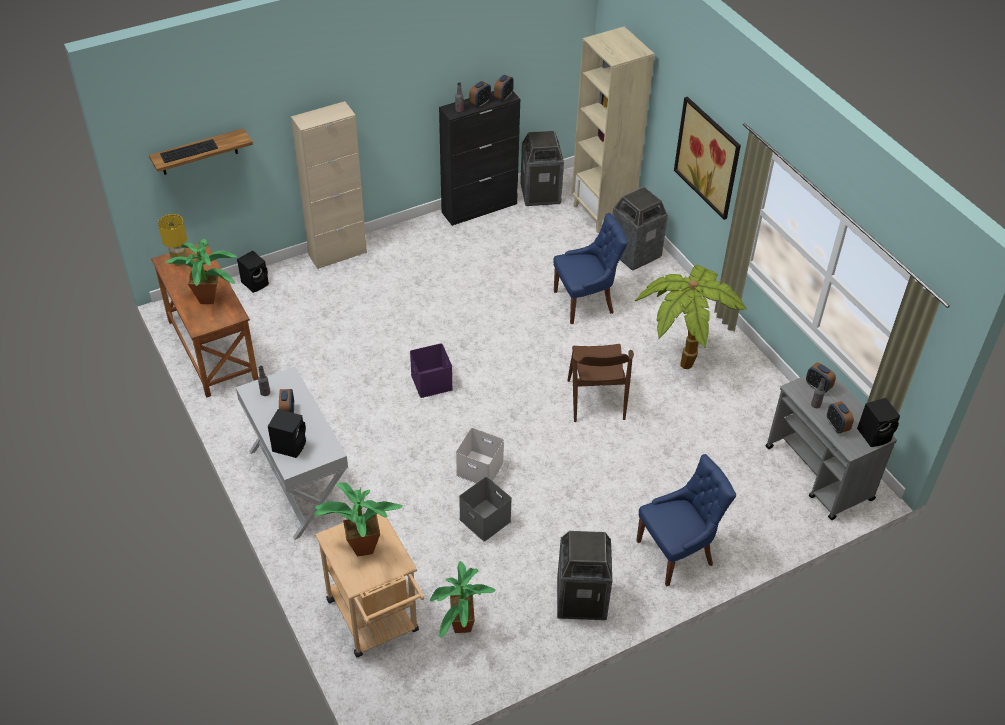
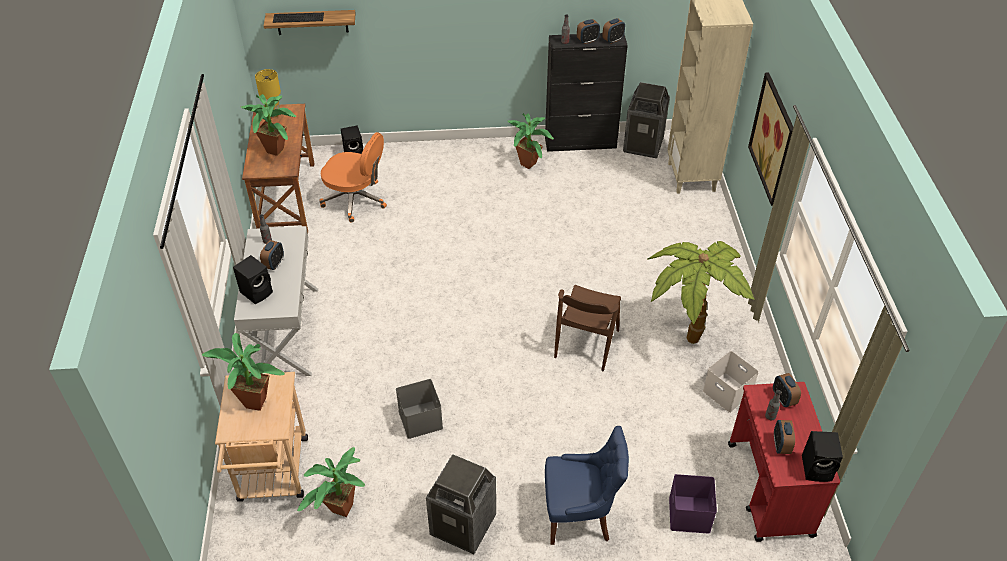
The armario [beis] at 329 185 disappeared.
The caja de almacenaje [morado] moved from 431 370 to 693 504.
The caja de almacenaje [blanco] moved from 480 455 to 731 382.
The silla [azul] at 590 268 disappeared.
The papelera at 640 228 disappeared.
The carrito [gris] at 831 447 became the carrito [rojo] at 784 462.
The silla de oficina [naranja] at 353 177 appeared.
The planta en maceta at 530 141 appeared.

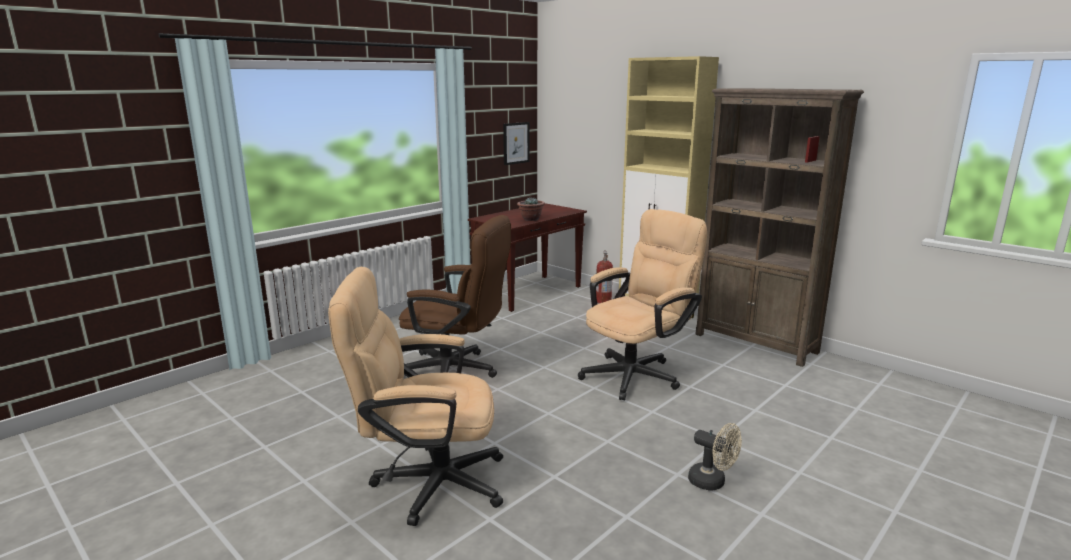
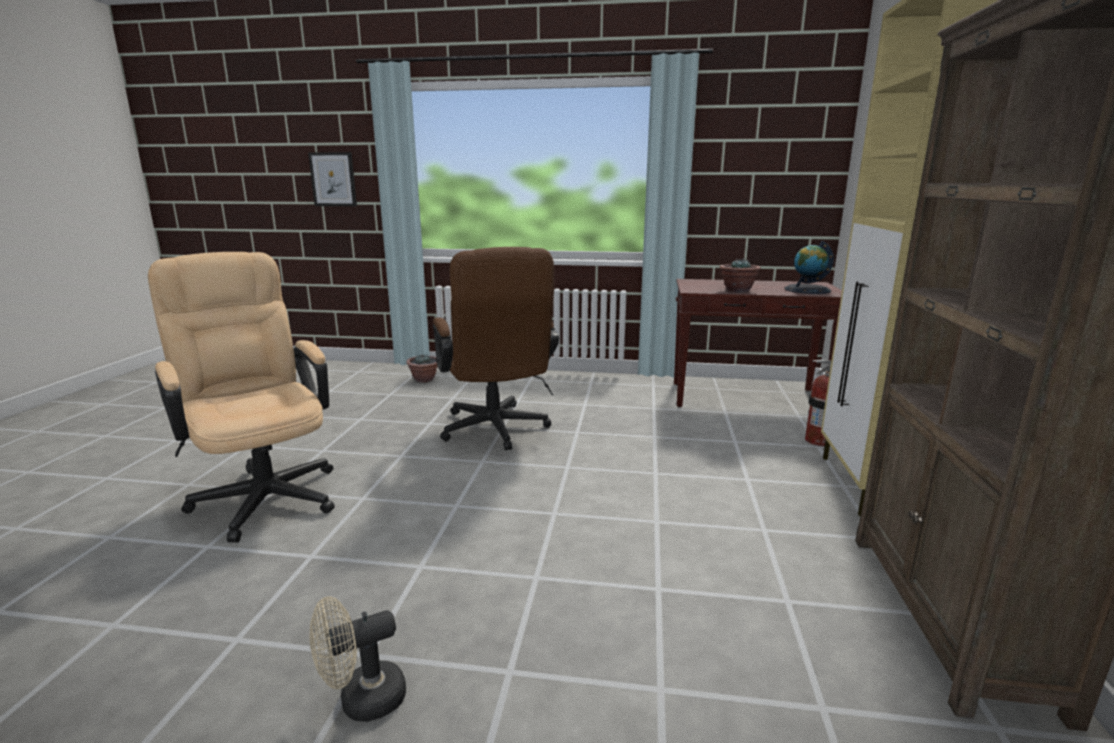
The cuadro moved from 516 143 to 332 179.
The silla de oficina [beis] at 642 304 disappeared.
The ventilador [beis] at 715 457 turned 60 degrees clockwise.
The planta en maceta at 422 368 appeared.
The globo terráqueo at 809 267 appeared.

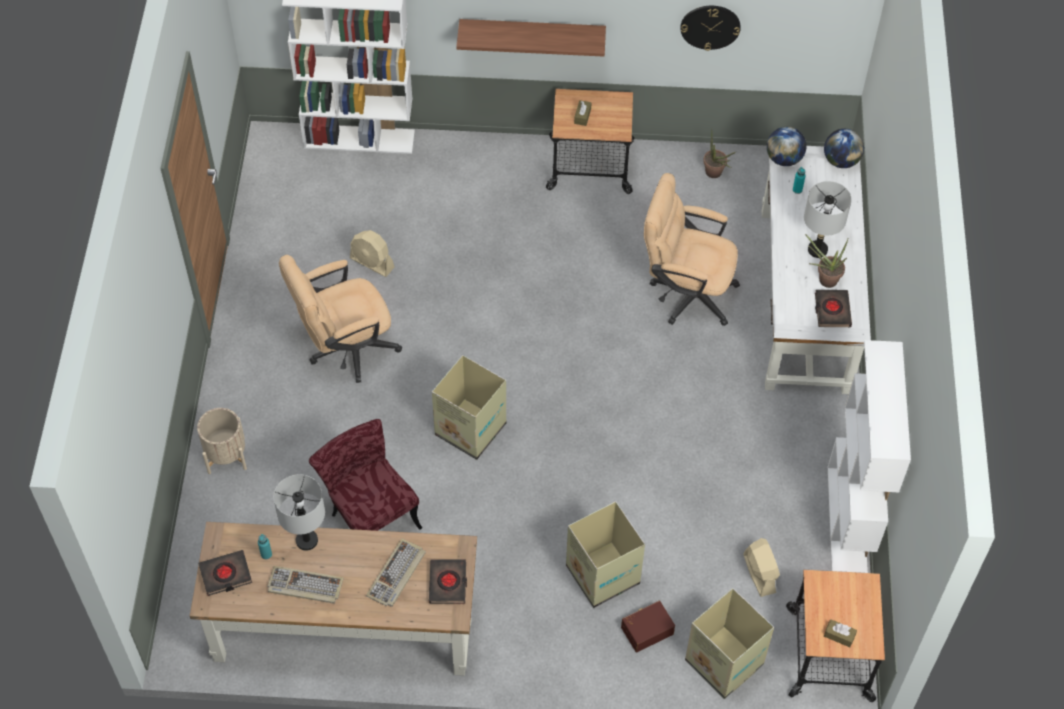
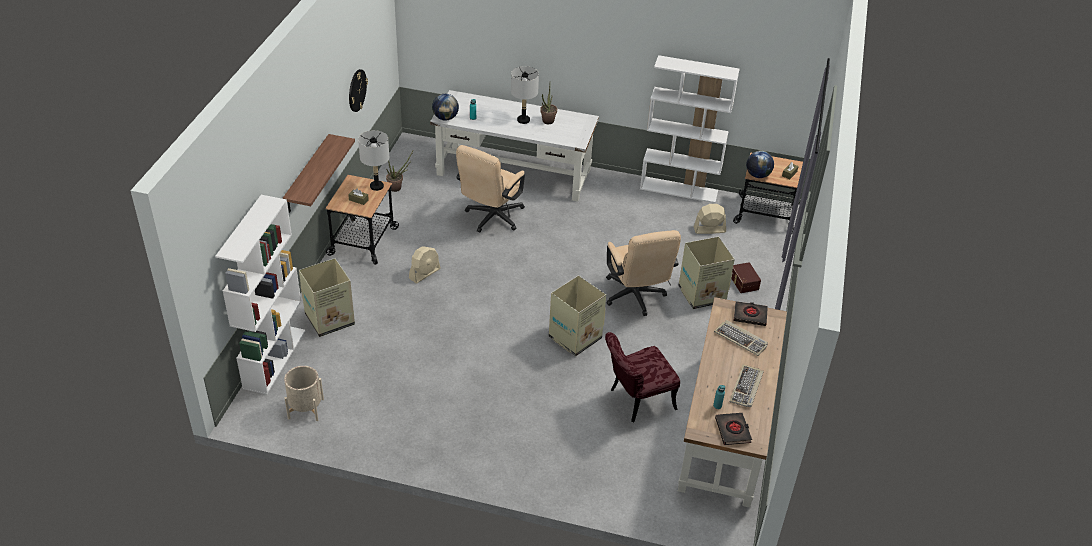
The maceta [beis] moved from 222 441 to 304 393.
The lámpara de mesa [gris] moved from 299 512 to 373 160.
The silla de oficina [beis] moved from 340 319 to 643 273.
The ventilador [beis] moved from 372 253 to 424 265.
The caja de cartón moved from 729 643 to 327 297.
The libro [negro] at 833 308 disappeared.
The globo terráqueo moved from 844 148 to 760 164.

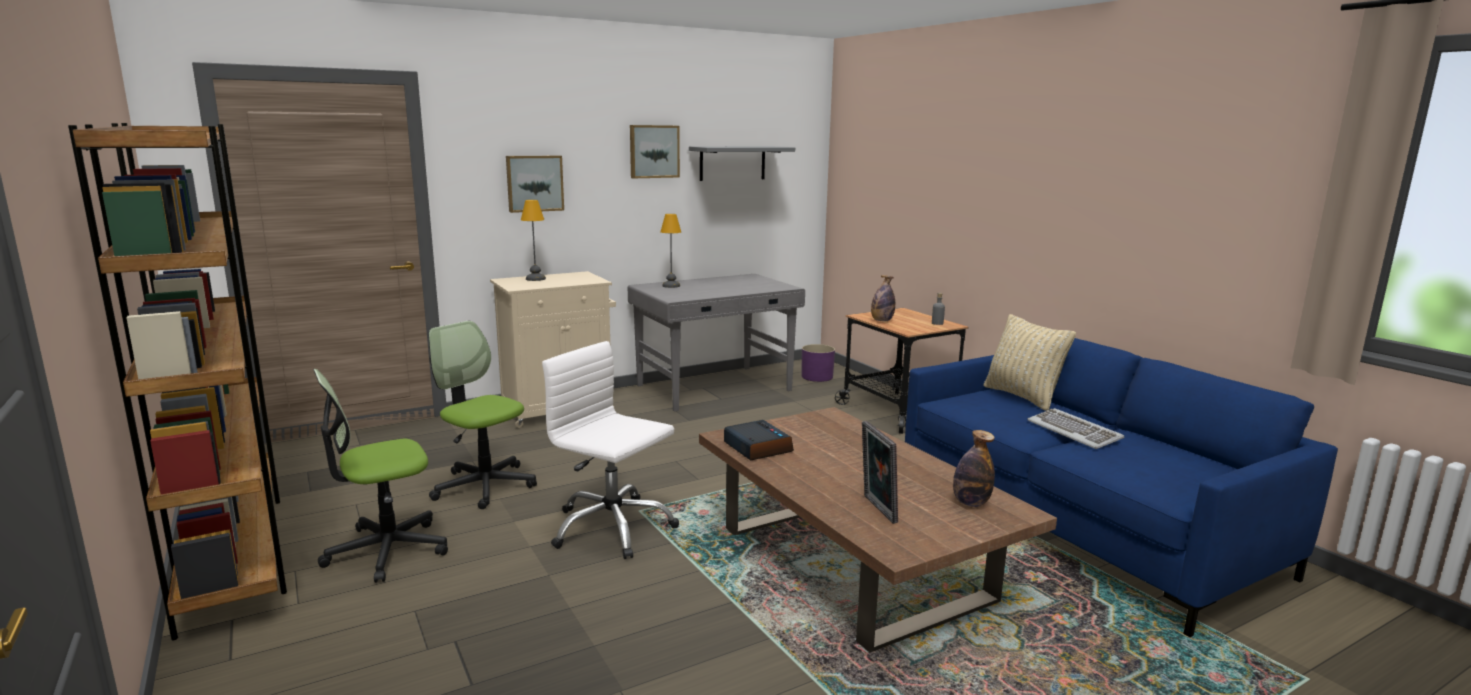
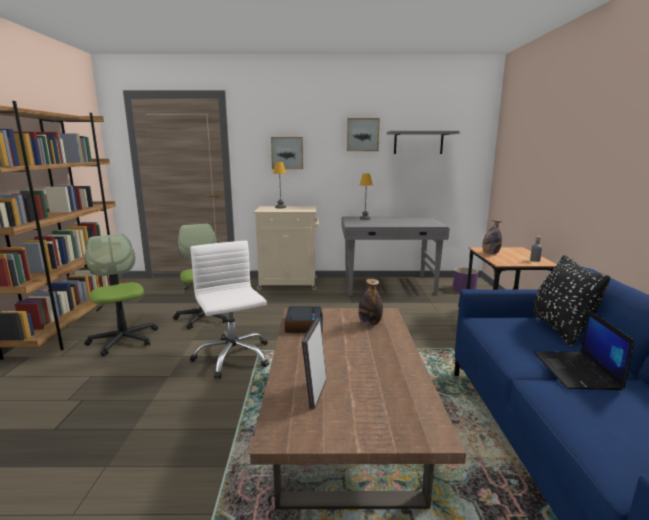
The silla de oficina at 380 476 turned 60 degrees clockwise.
The botella moved from 974 468 to 370 302.
The cojín [beis] at 1029 362 became the cojín [negro] at 571 300.
The teclado at 1075 428 was replaced by the portátil at 584 350.

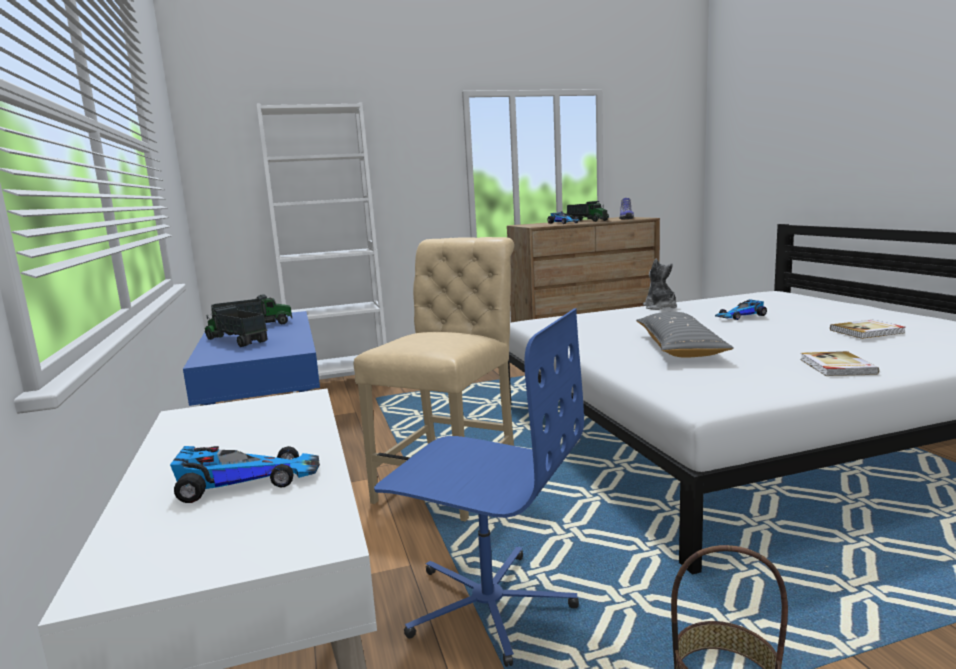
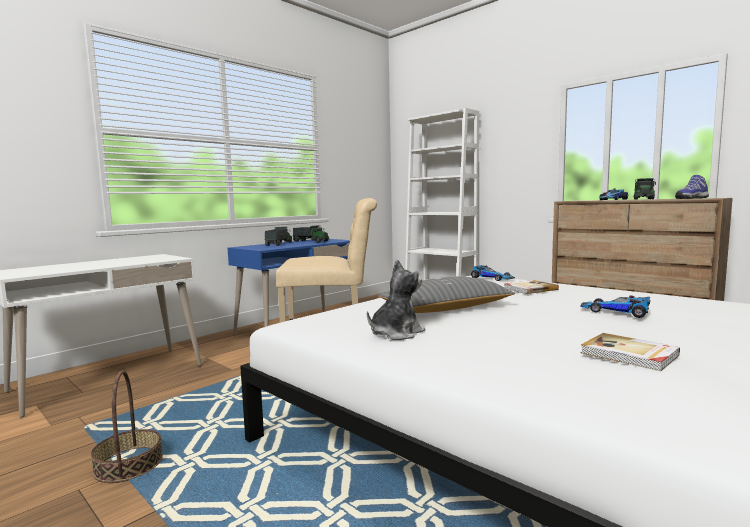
The coche de juguete moved from 245 474 to 493 273.
The silla de oficina [azul] at 479 488 disappeared.
The peluche moved from 660 284 to 396 299.
The libro moved from 839 363 to 531 287.

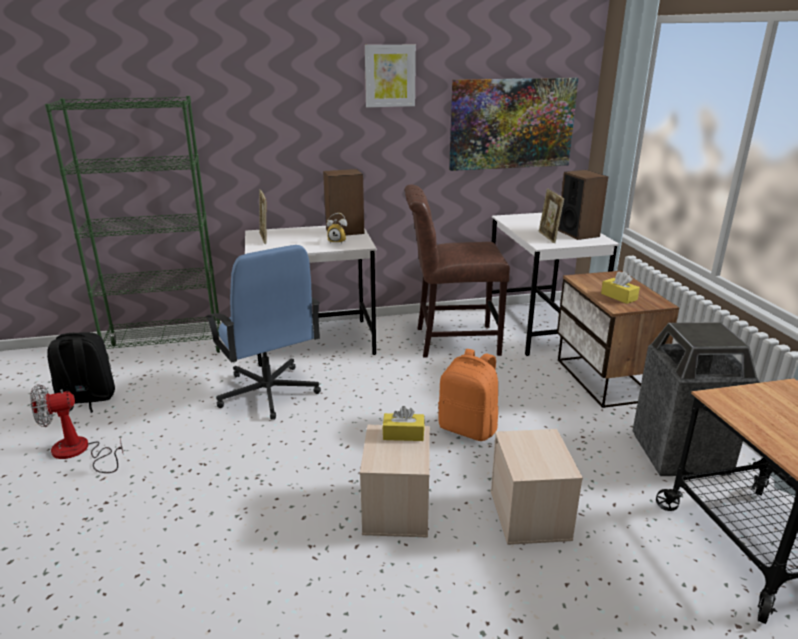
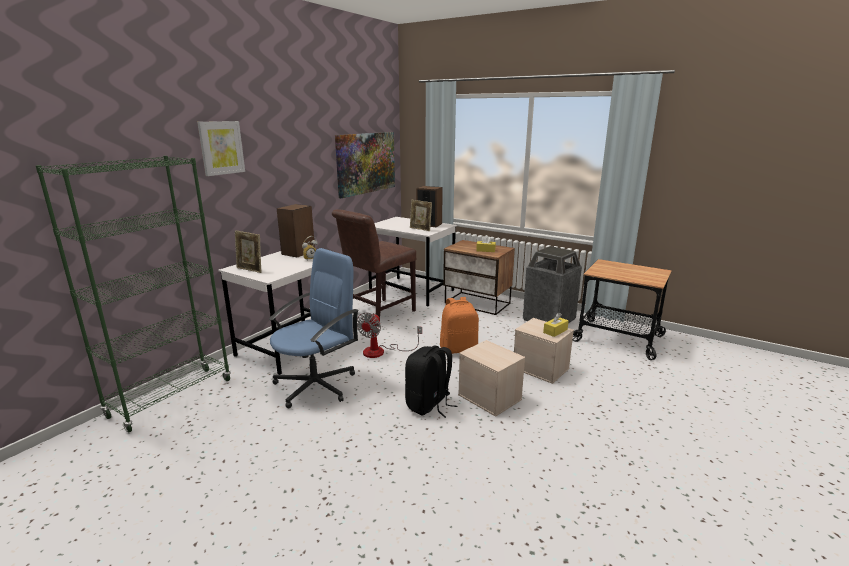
The ventilador moved from 76 428 to 389 335.
The mochila [negro] moved from 81 372 to 431 382.
The silla de oficina [azul] at 263 332 turned 60 degrees counterclockwise.
The cuadro moved from 390 76 to 221 148.
The caja de pañuelos [amarillo] moved from 403 423 to 555 325.

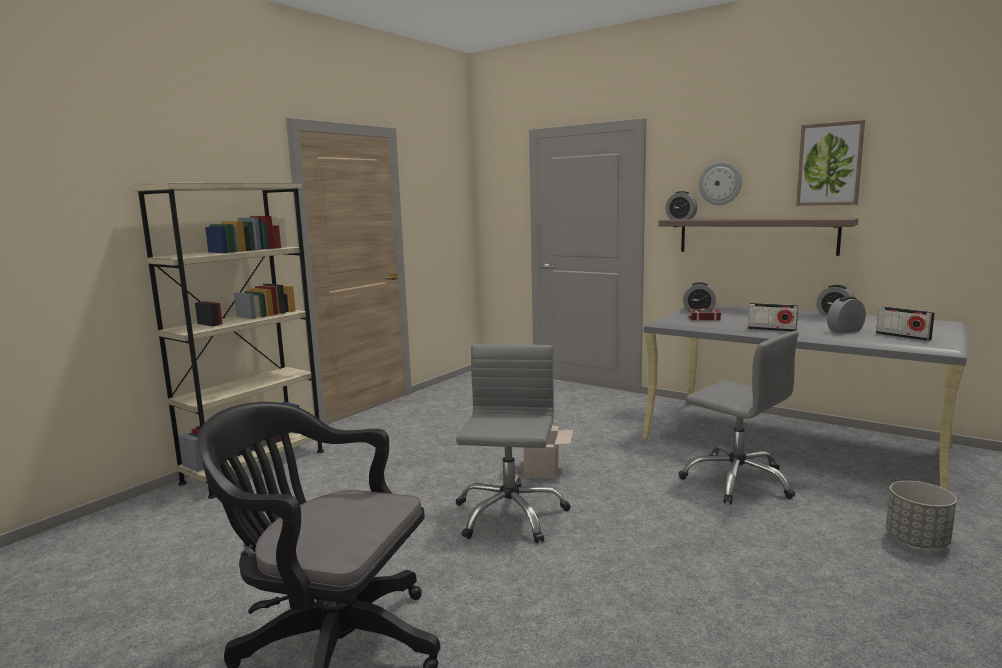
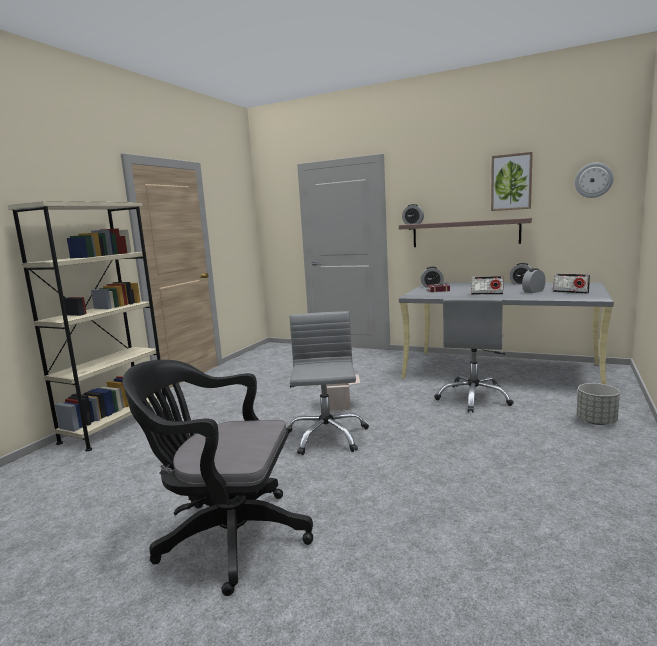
The silla de oficina [gris] at 738 417 turned 75 degrees clockwise.
The reloj de pared moved from 720 183 to 594 180.

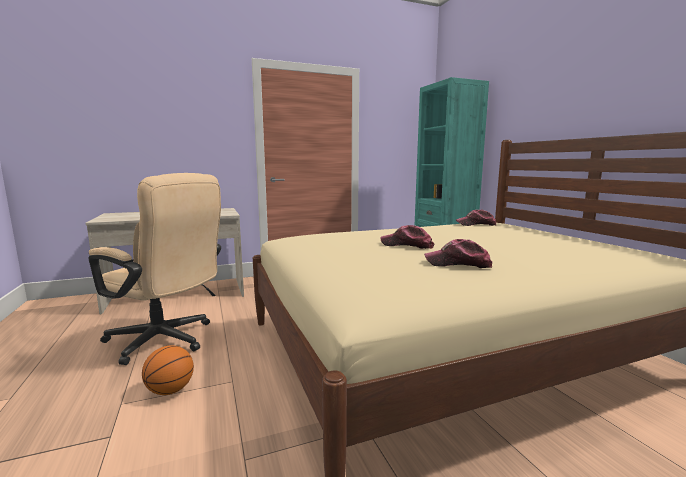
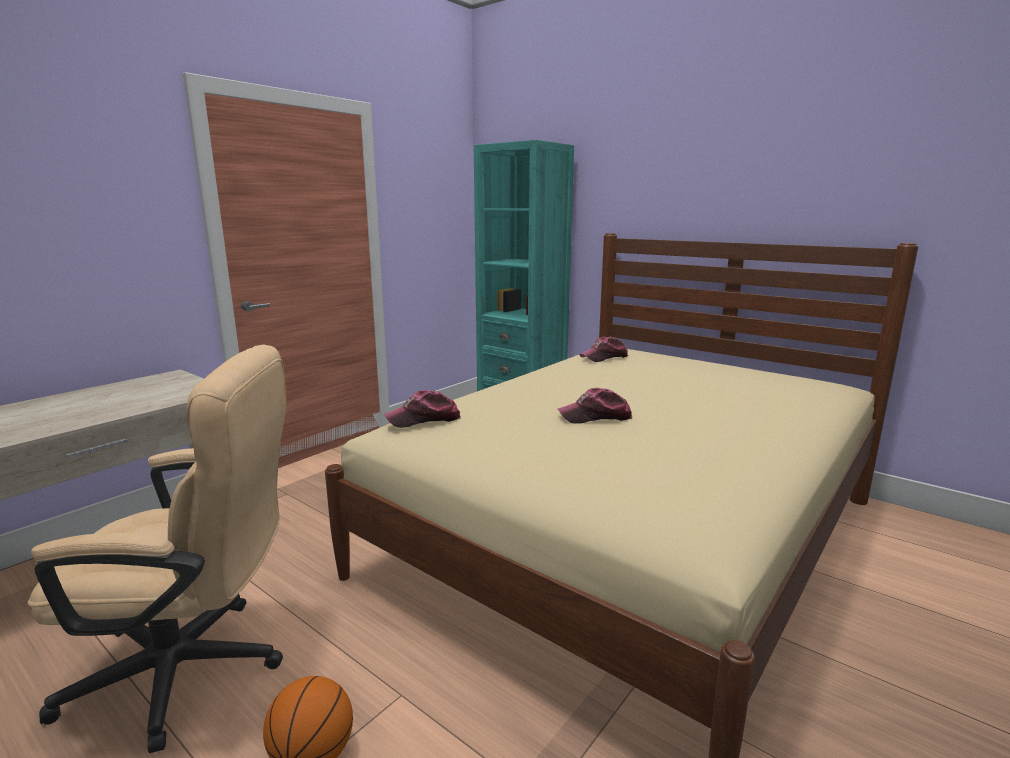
The gorra moved from 458 253 to 422 409.

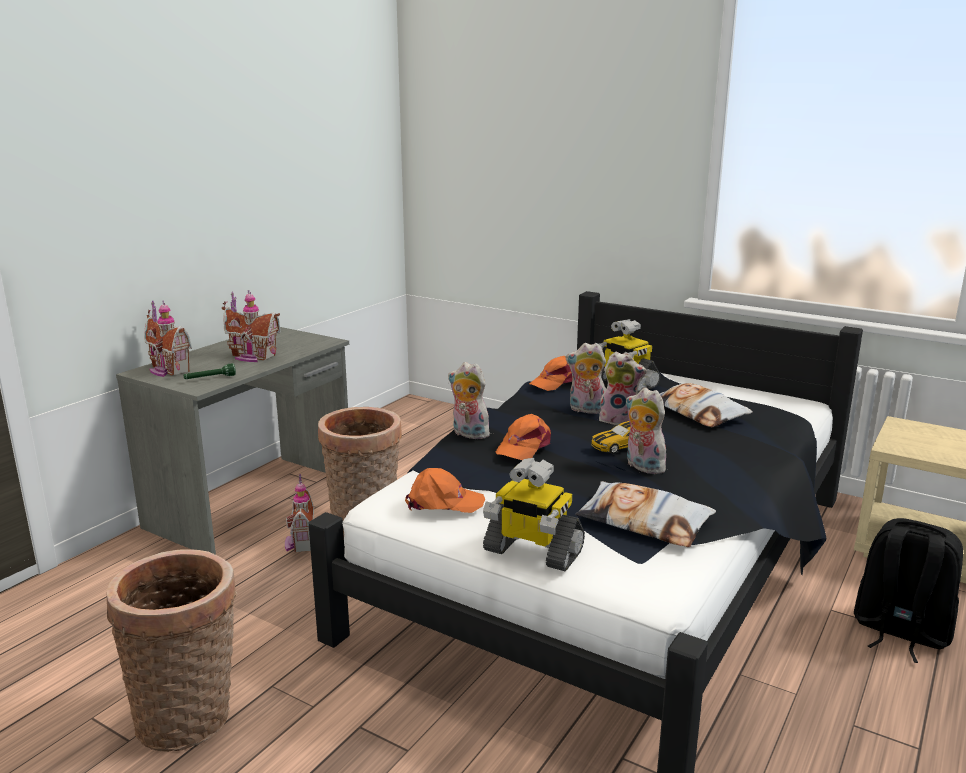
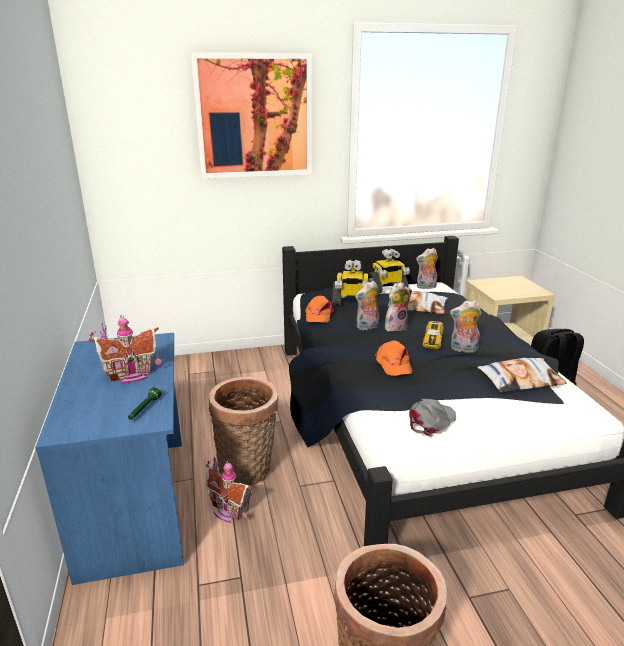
The escritorio [gris] at 232 441 became the escritorio [azul] at 109 459.
The casita at 168 338 disappeared.
The gorra [naranja] at 445 490 became the gorra [gris] at 432 417.
The peluche moved from 470 400 to 427 268.
The robot de juguete moved from 534 514 to 389 271.
The cuadro at 251 115 appeared.

